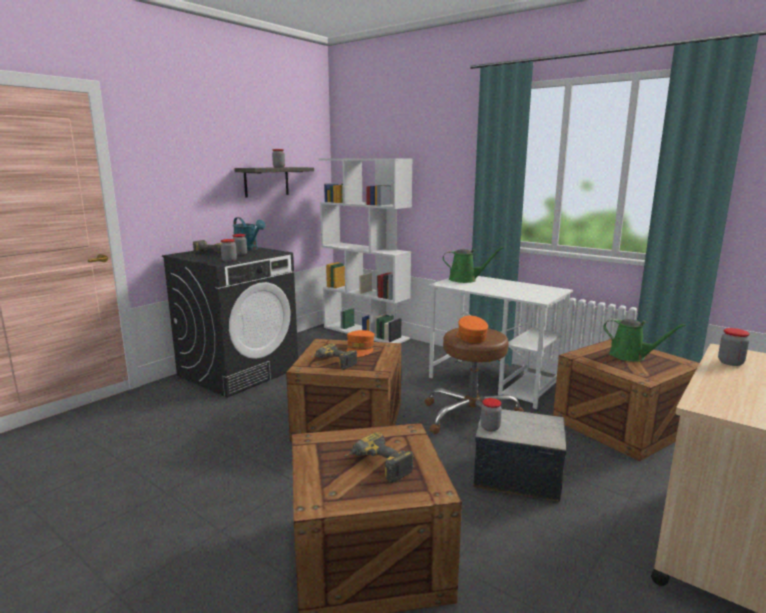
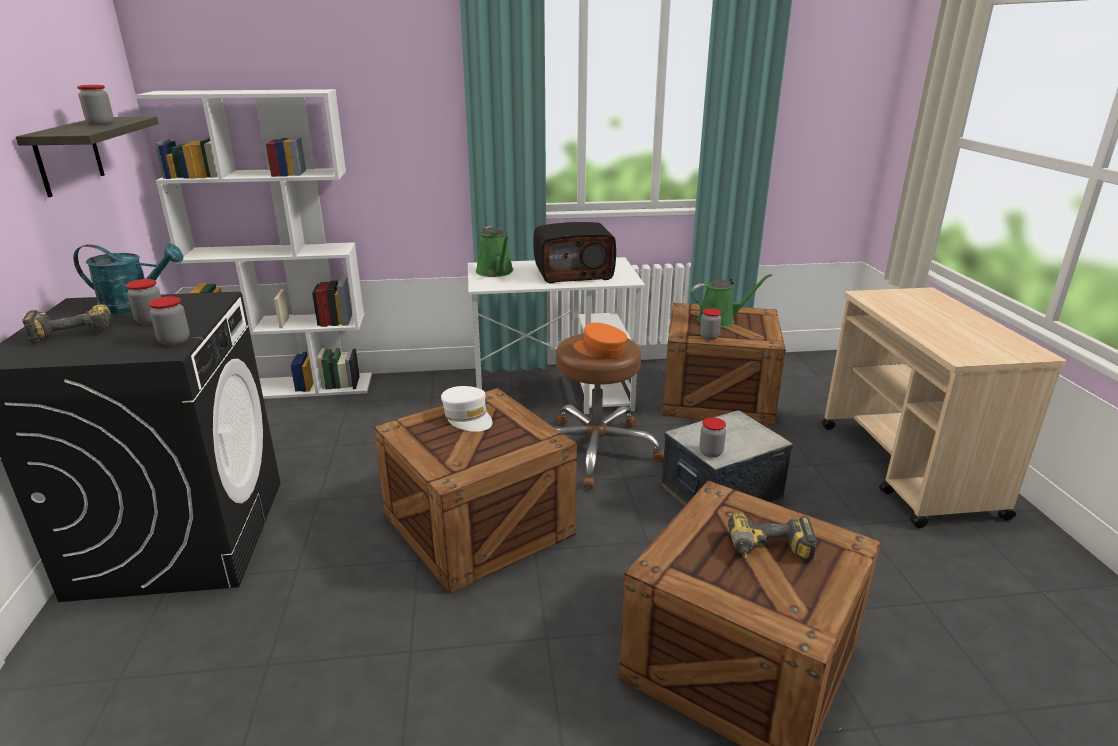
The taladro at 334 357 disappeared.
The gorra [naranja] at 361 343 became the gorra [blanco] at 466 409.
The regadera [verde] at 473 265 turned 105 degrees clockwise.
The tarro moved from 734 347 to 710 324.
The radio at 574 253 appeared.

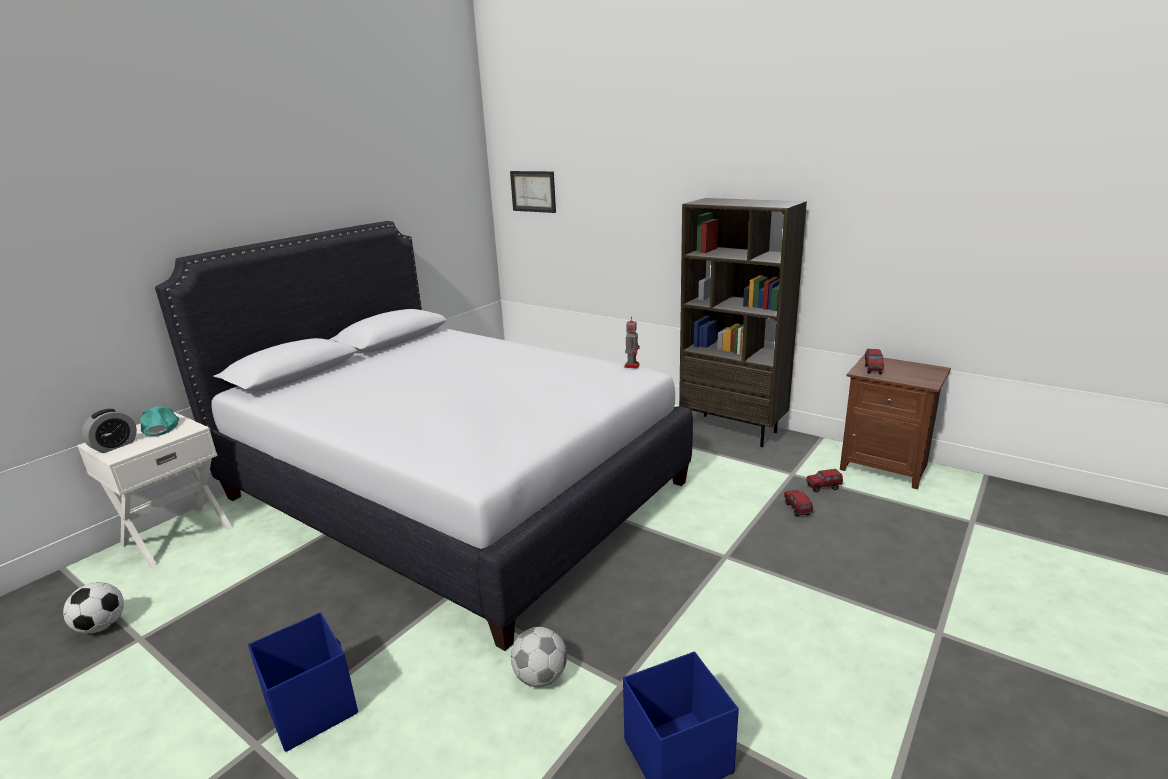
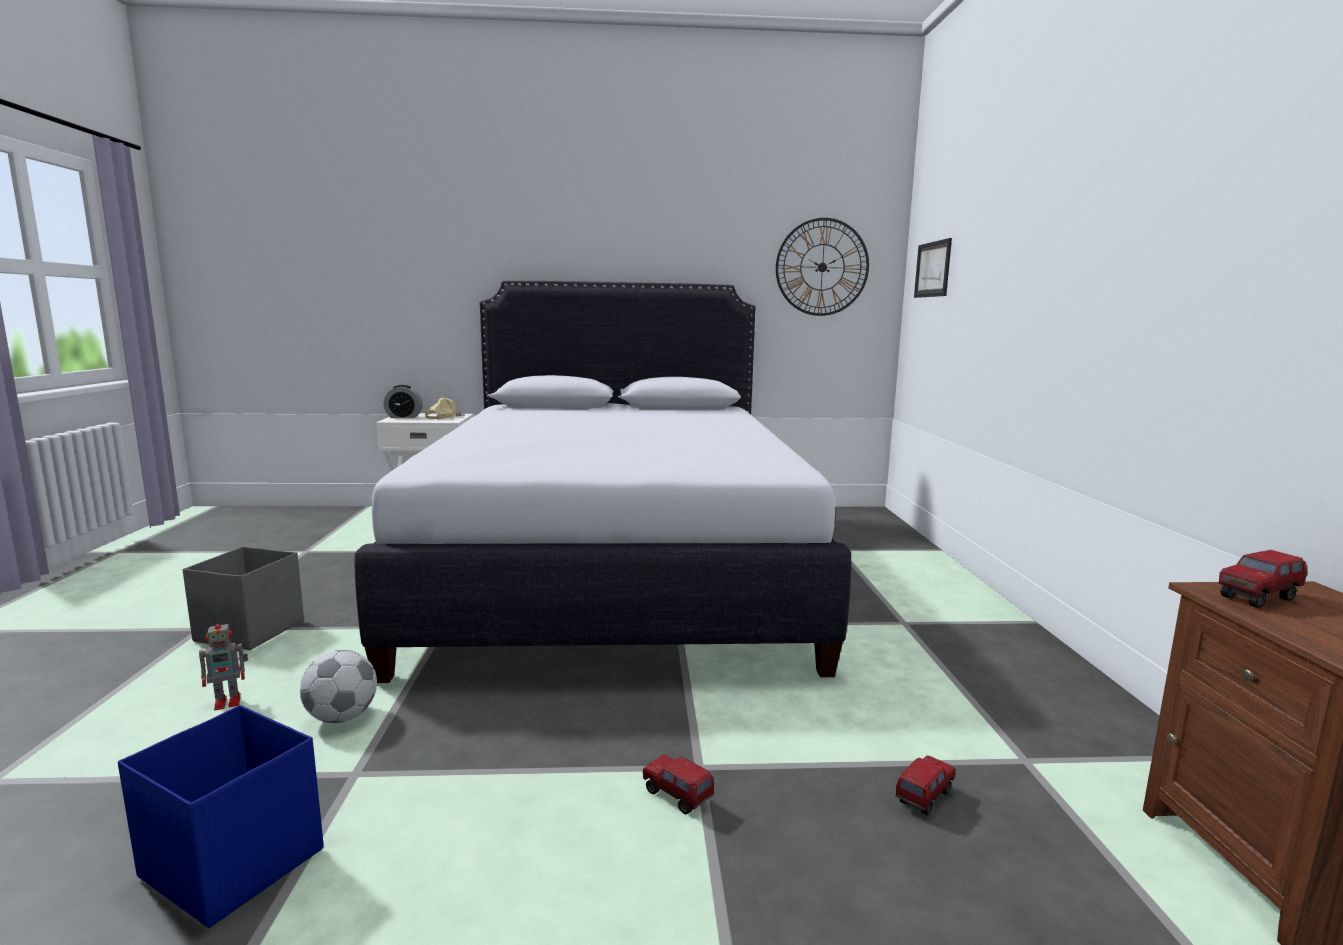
The balón de fútbol at 93 608 disappeared.
The gorra [turquesa] at 160 421 became the gorra [beis] at 445 408.
The caja de almacenaje [azul] at 303 682 became the caja de almacenaje [gris] at 243 598.
The robot de juguete moved from 632 342 to 223 663.
The estantería [marrón] at 743 322 disappeared.
The camión de juguete moved from 824 481 to 678 784.
The reloj de pared at 822 267 appeared.

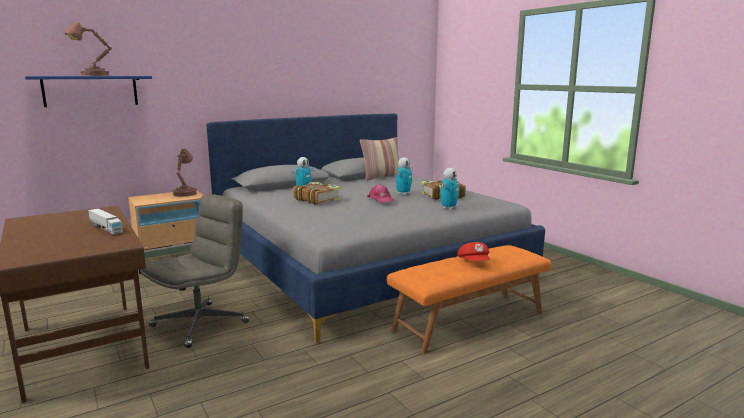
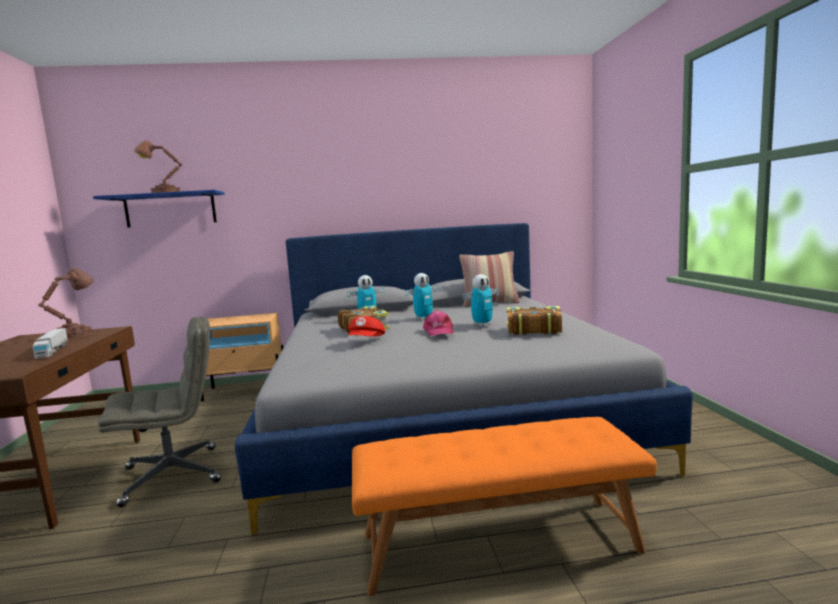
The lámpara de mesa [marrón] moved from 184 173 to 66 303.
The robot de juguete moved from 450 189 to 422 296.
The gorra [rojo] moved from 473 251 to 366 326.

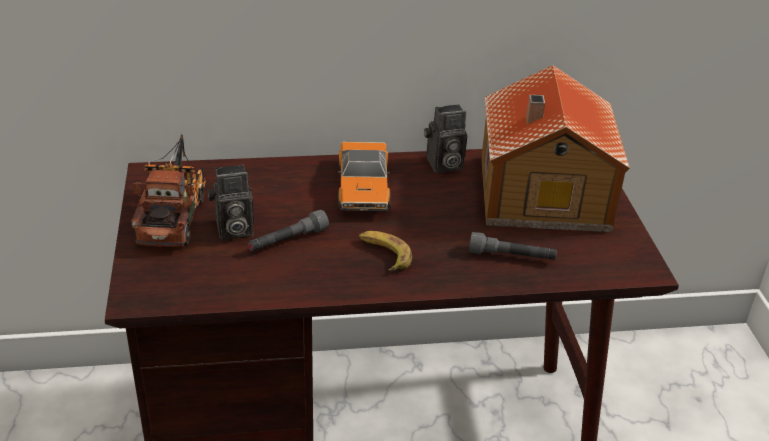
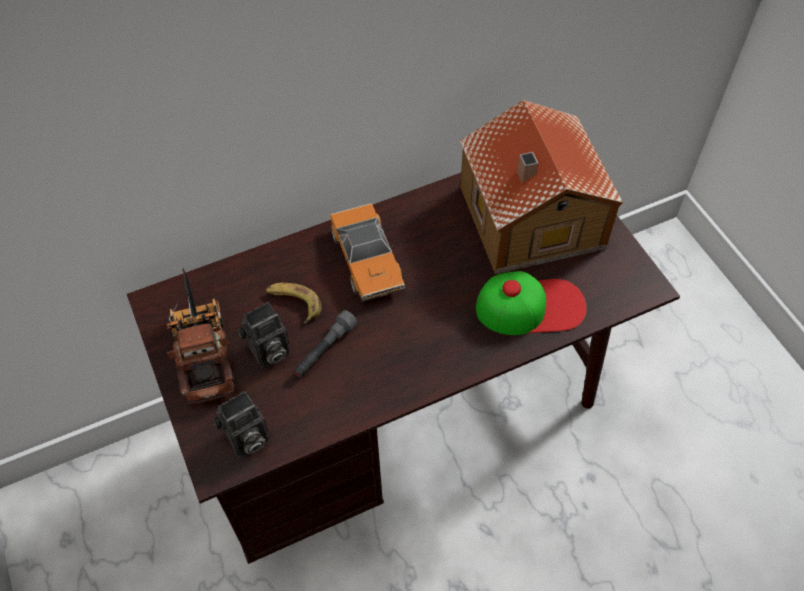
The plátano moved from 385 251 to 293 303.
The cámara moved from 445 138 to 241 424.
The linterna [gris] at 513 246 was replaced by the gorra at 531 303.

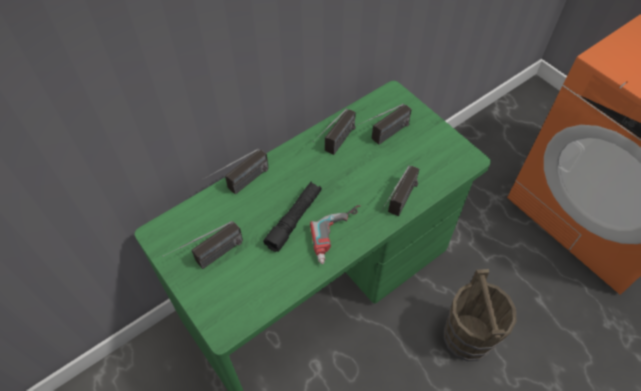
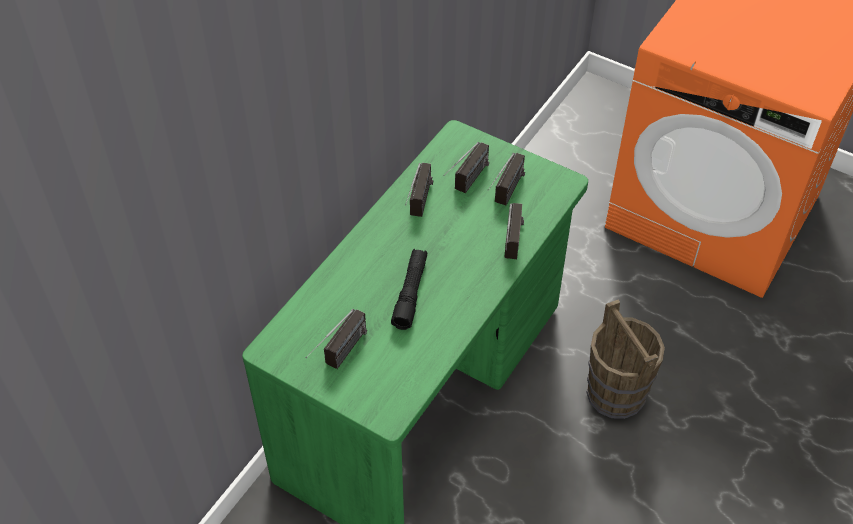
The radio moved from 235 172 to 506 179.
The taladro at 335 234 disappeared.

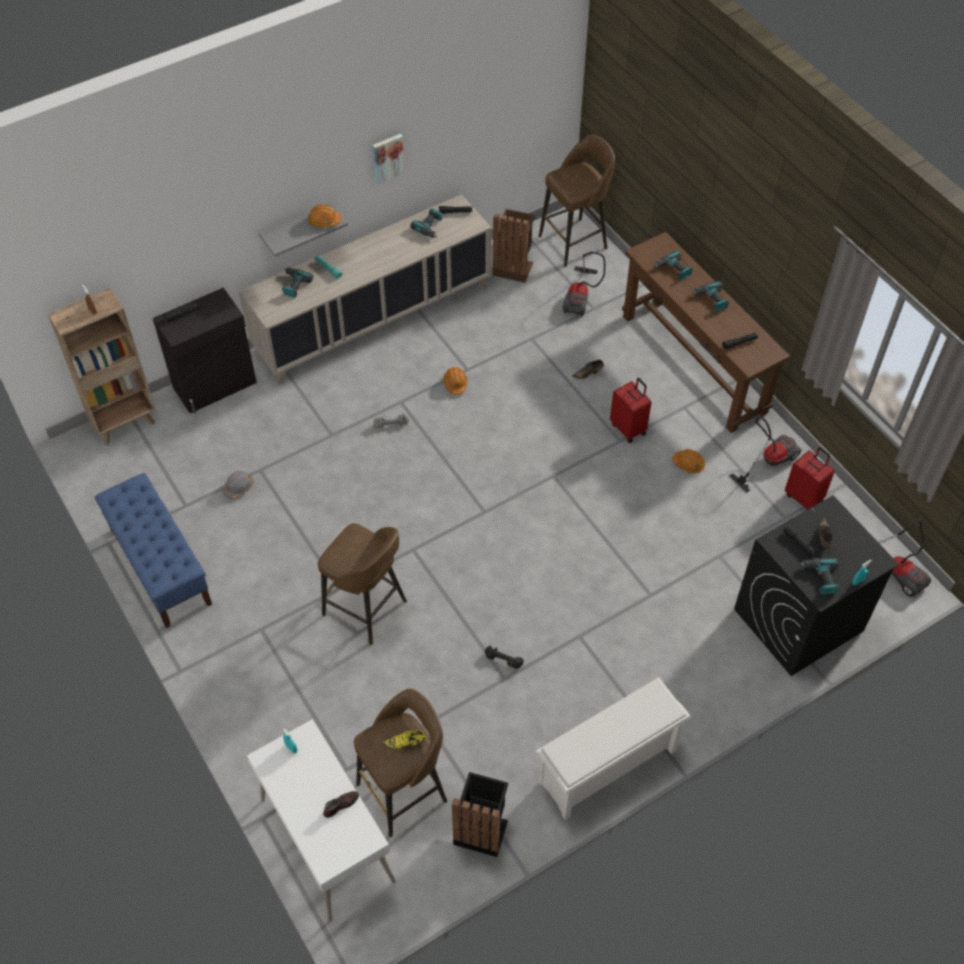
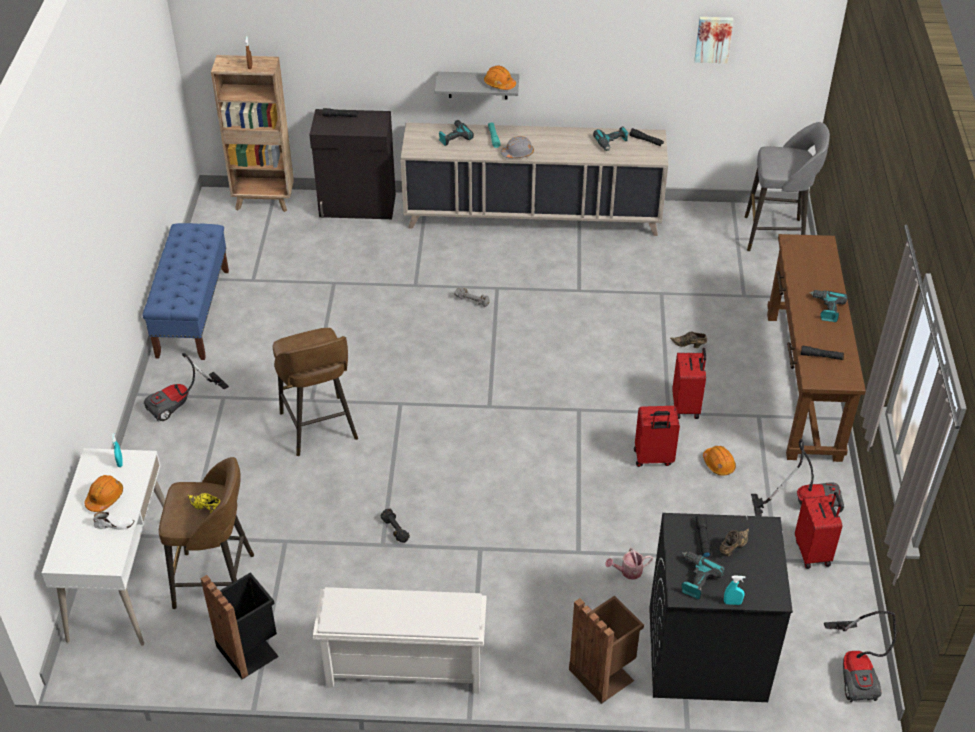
The casco [gris] moved from 237 485 to 517 147.
The zapato [marrón] at 341 804 became the zapato [blanco] at 114 520.
The cuadro moved from 389 159 to 714 40.
The casco [naranja] moved from 455 381 to 103 493.
The papelera [marrón] moved from 514 246 to 606 650.
The taburete [marrón] at 577 201 became the taburete [gris] at 787 186.
The aspiradora moved from 584 284 to 186 387.
The taladro at 673 265 disappeared.
The regadera at 629 564 appeared.
The maleta [rojo] at 657 436 appeared.

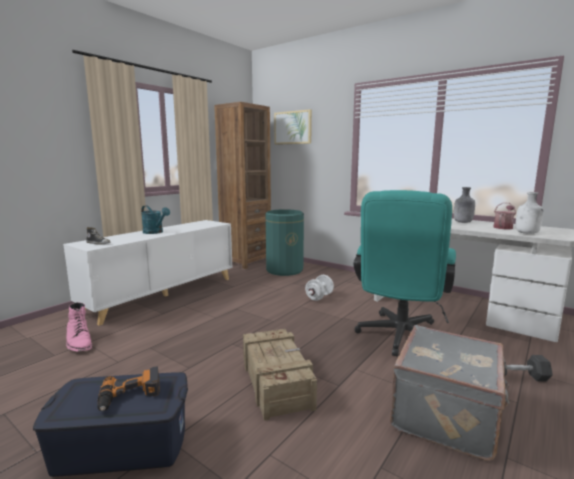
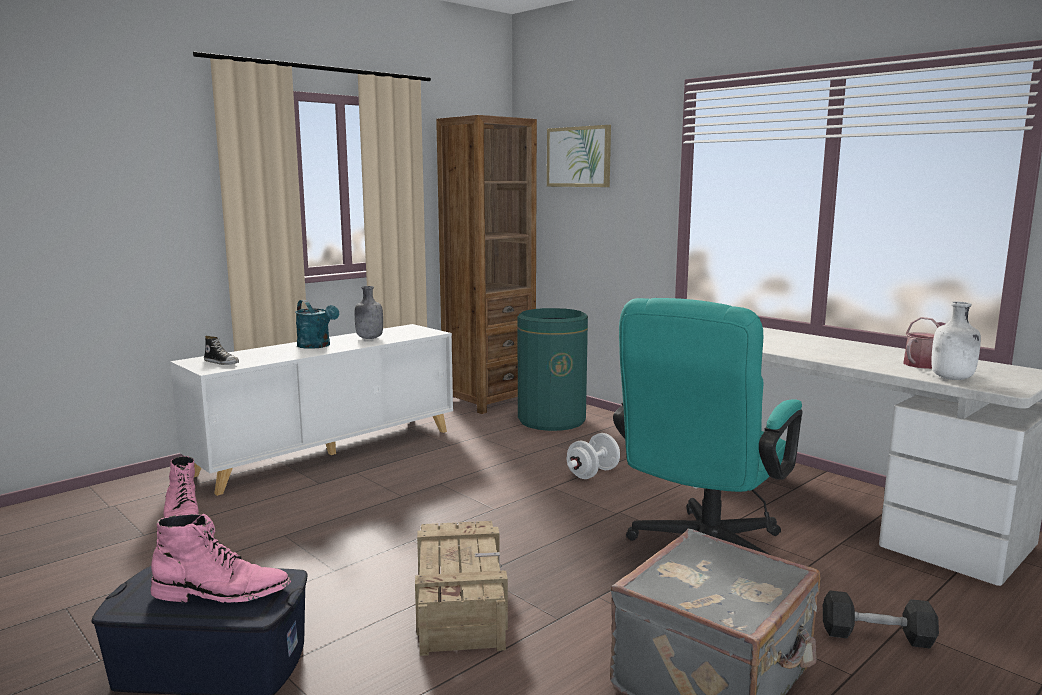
The taladro at 128 388 was replaced by the bota [rosa] at 221 558.
The botella [gris] moved from 464 205 to 369 312.

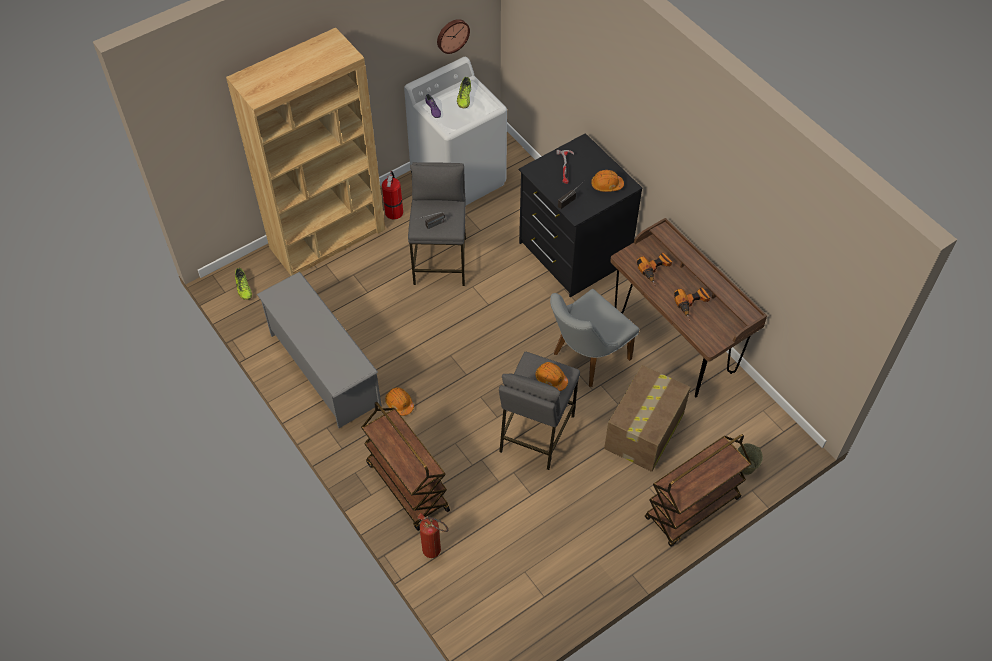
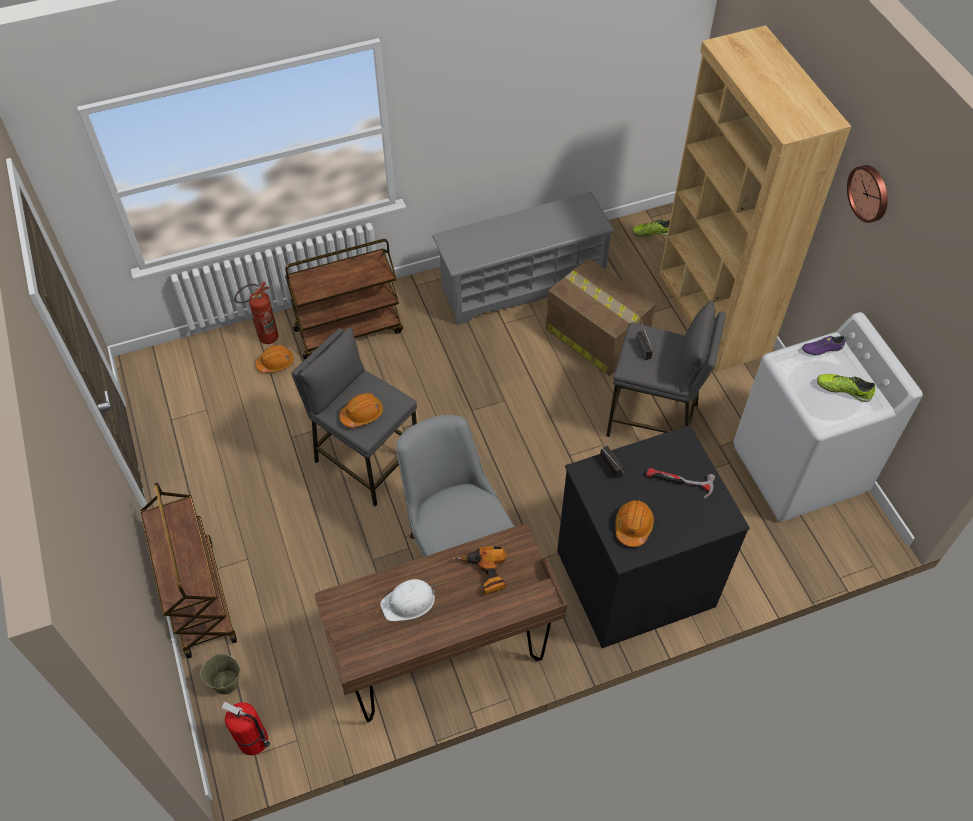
The extintor moved from 392 195 to 245 728.
The casco [naranja] moved from 399 401 to 275 359.
The reloj de pared moved from 453 36 to 867 194.
The caja de cartón moved from 647 418 to 601 317.
The taladro at 692 304 was replaced by the casco [blanco] at 408 600.

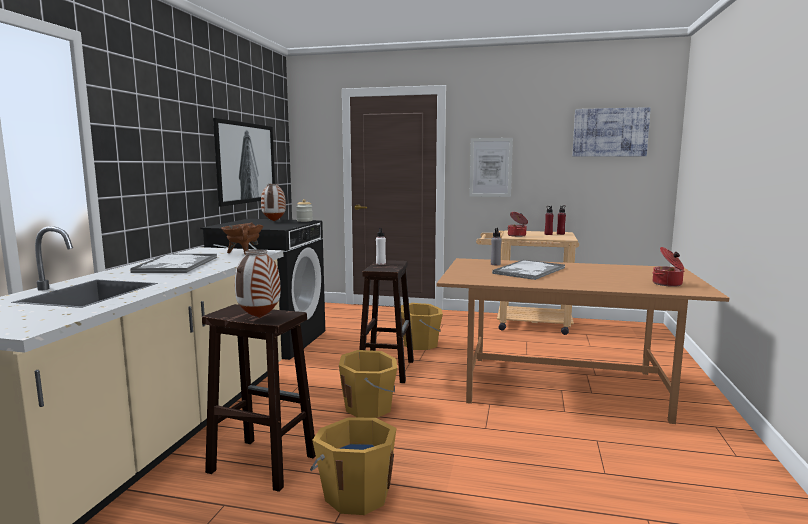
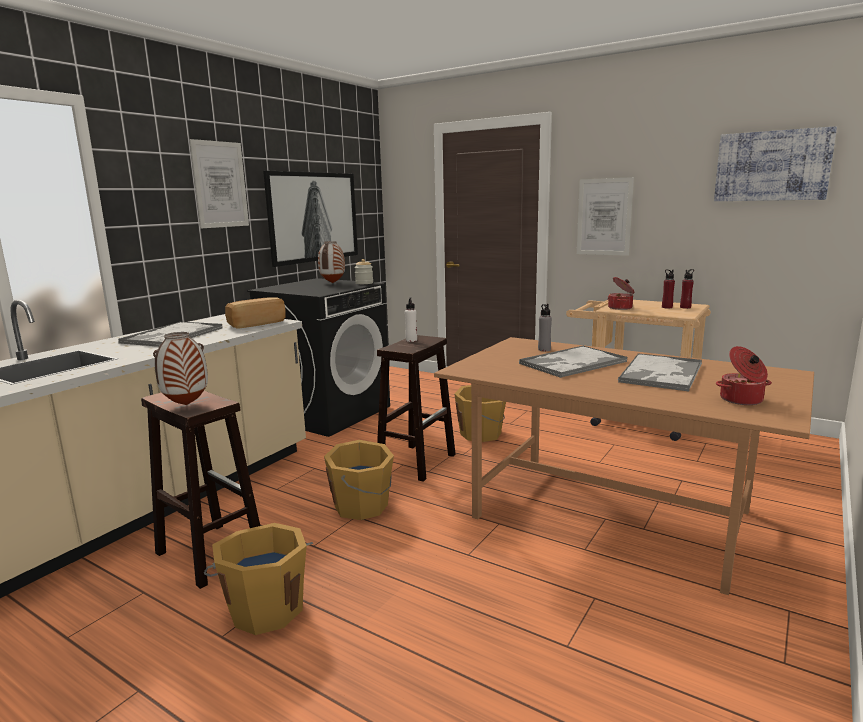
The olla [marrón] at 242 239 was replaced by the pan at 255 312.
The cuadro at 219 183 appeared.
The bandeja at 659 372 appeared.

